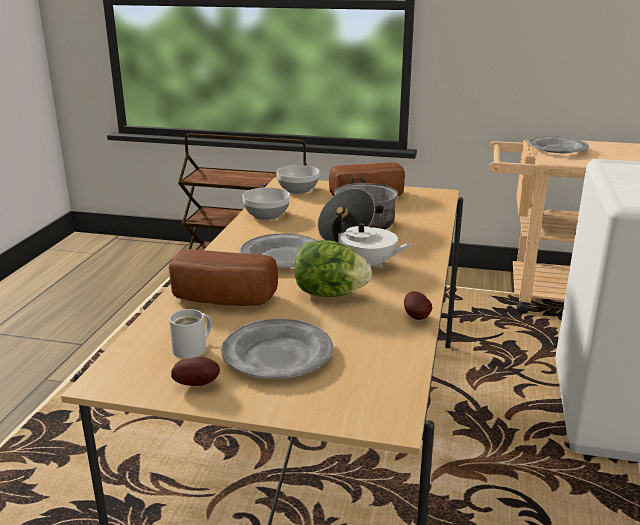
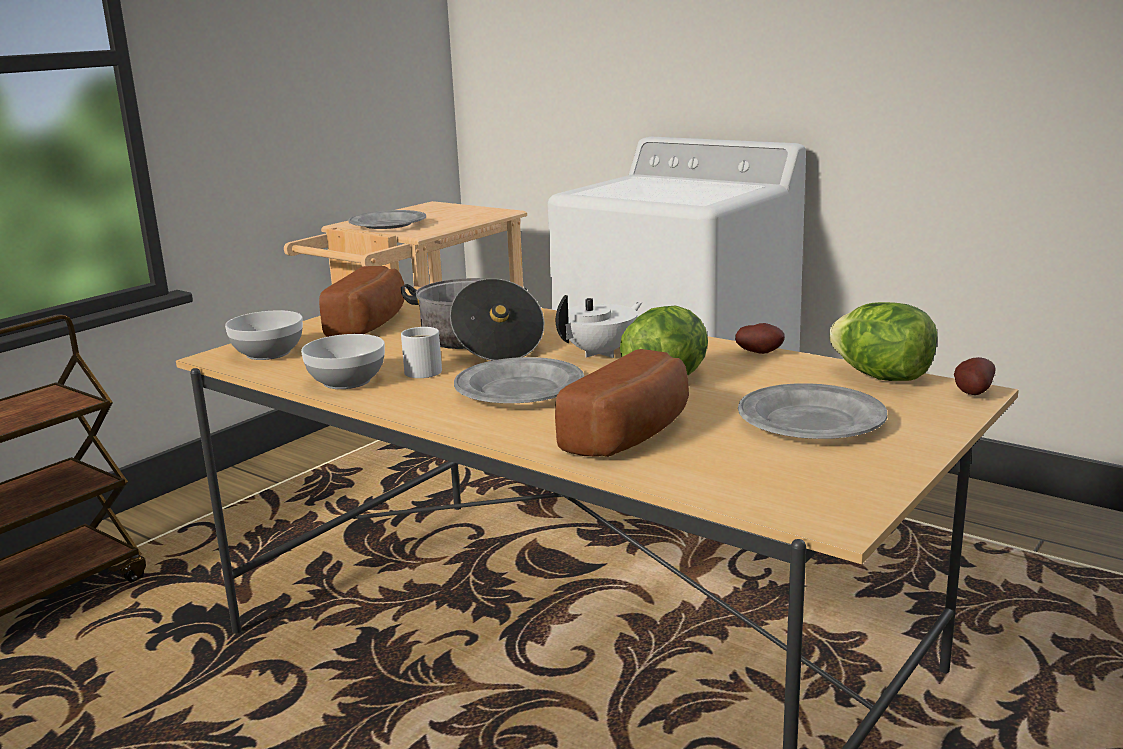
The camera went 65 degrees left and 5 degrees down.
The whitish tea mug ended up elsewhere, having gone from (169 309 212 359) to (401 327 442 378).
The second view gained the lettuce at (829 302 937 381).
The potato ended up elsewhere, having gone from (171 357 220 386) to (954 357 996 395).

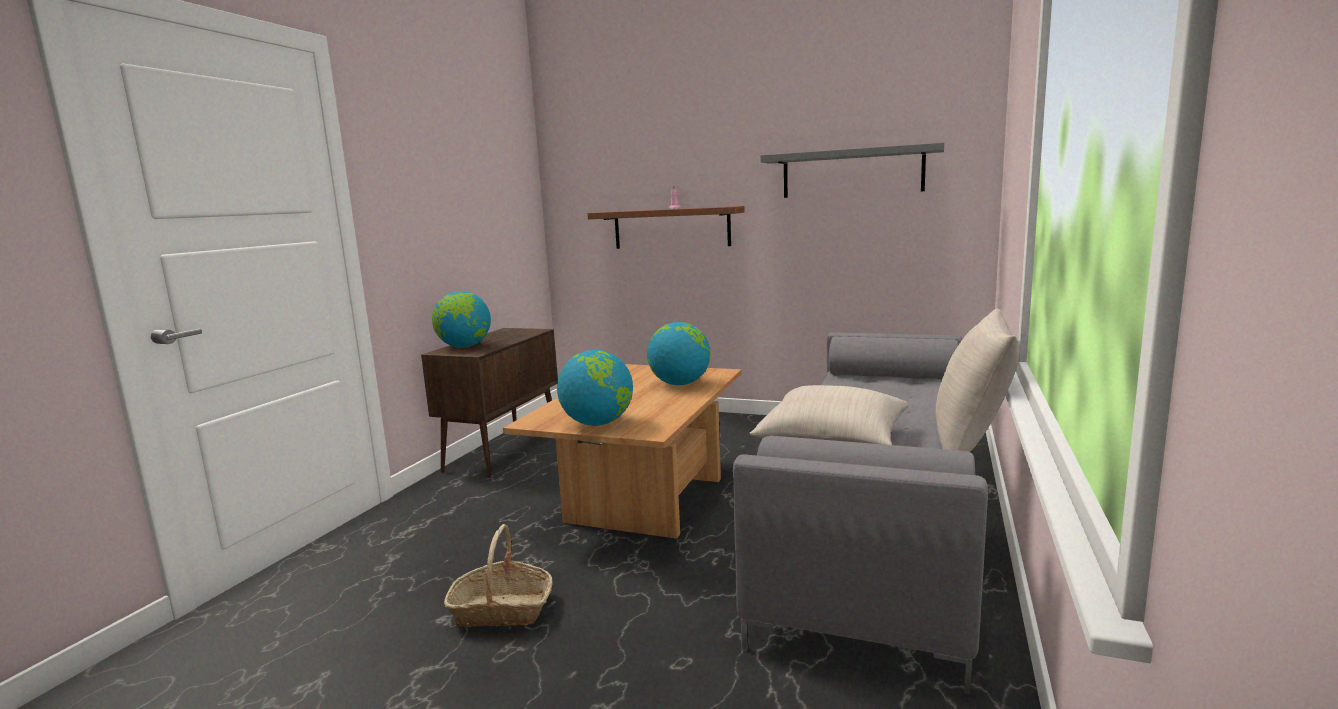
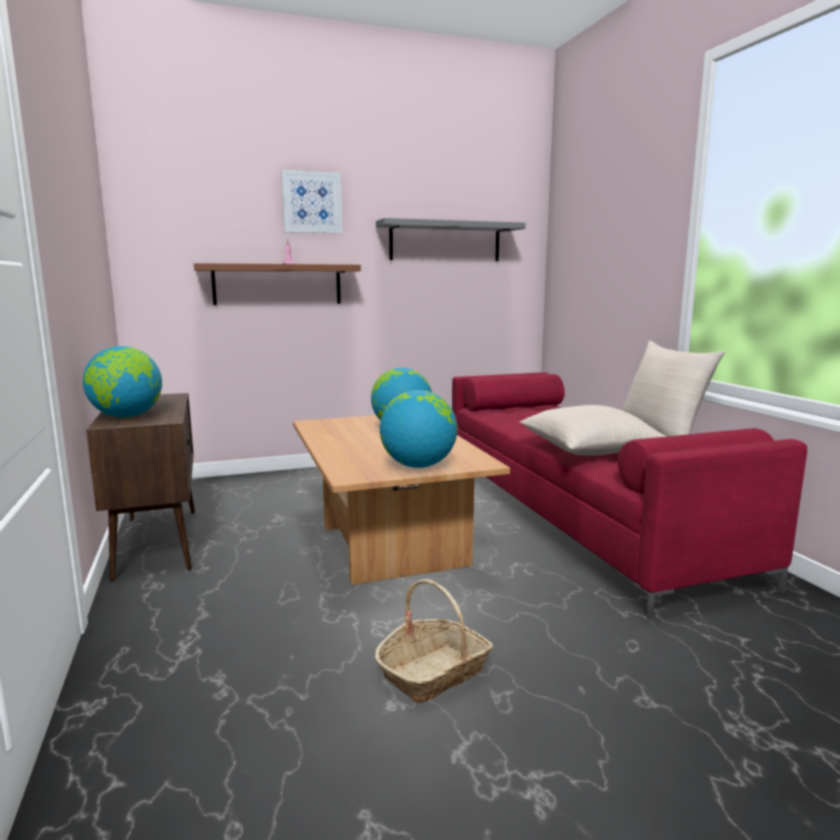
The camera went 40 degrees left and 0 degrees up.
The second view gained the wall picture at (281 170 342 234).
What was the grey couch at (733 332 988 695) turned into the red-coloured couch at (452 372 807 621).

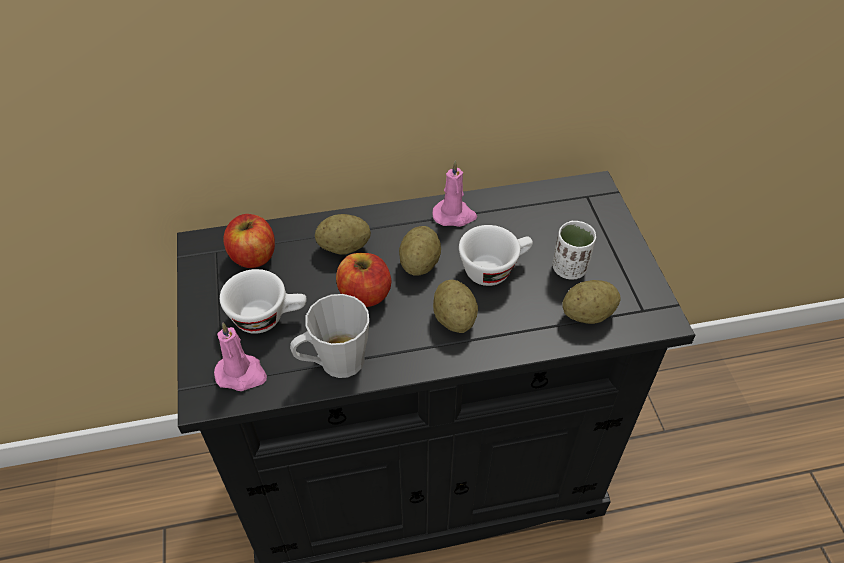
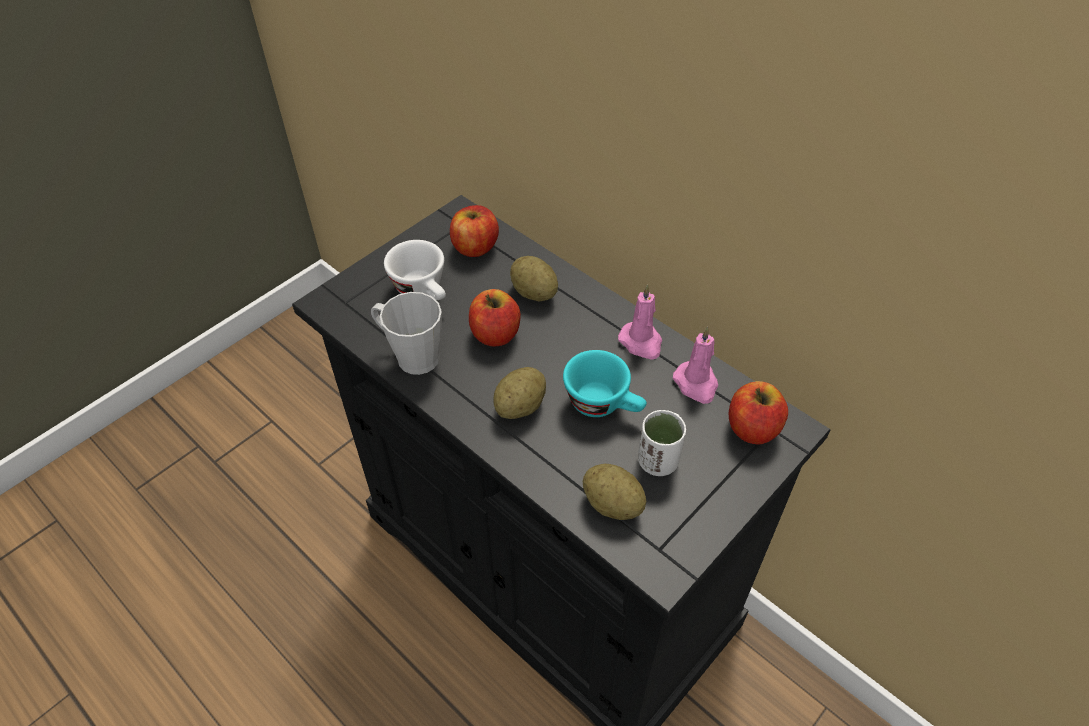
The camera went 55 degrees right and 0 degrees up.
What was the whitish drinking cup at (459 225 533 286) turned into the turquoise-coloured drinking cup at (563 350 647 417).
The pinkish wax light ended up elsewhere, having gone from (214 323 267 391) to (673 326 718 404).
The second view gained the apple fruit at (729 381 788 444).
The second view lost the potato at (399 226 441 276).

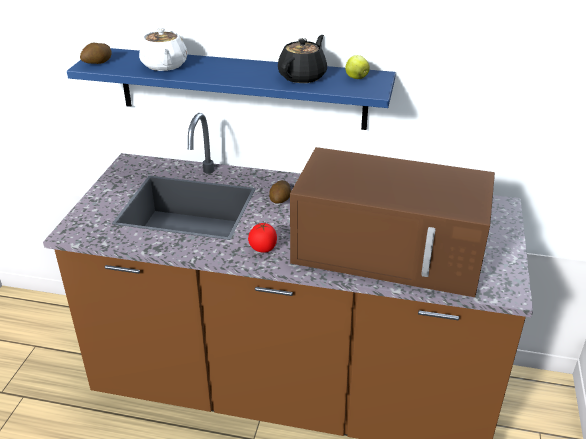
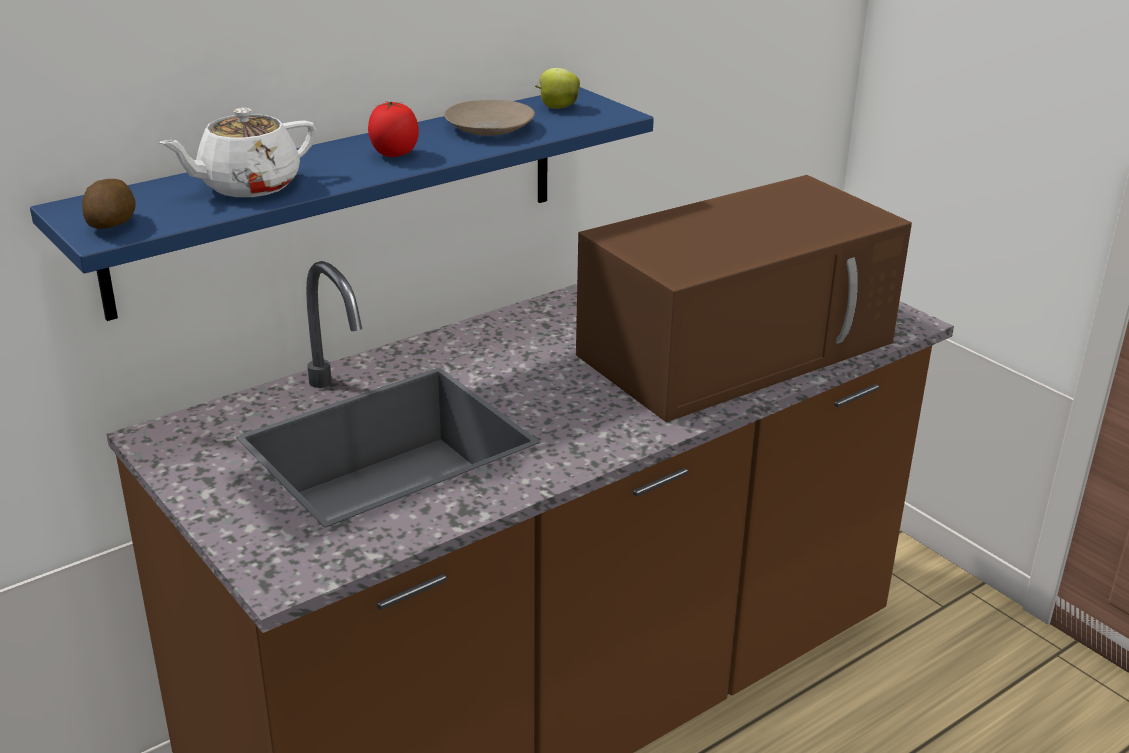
The camera went 50 degrees left and 5 degrees down.
The whitish teapot at (139 28 187 71) ended up facing another way, 120 degrees clockwise from before.
The whole tomato ended up elsewhere, having gone from (248 223 277 253) to (368 101 419 157).
Where the black-coloured teapot stood at (278 35 327 83), the sand-coloured flat dish came to stand at (444 100 535 136).
The second view lost the potato at (269 180 291 204).

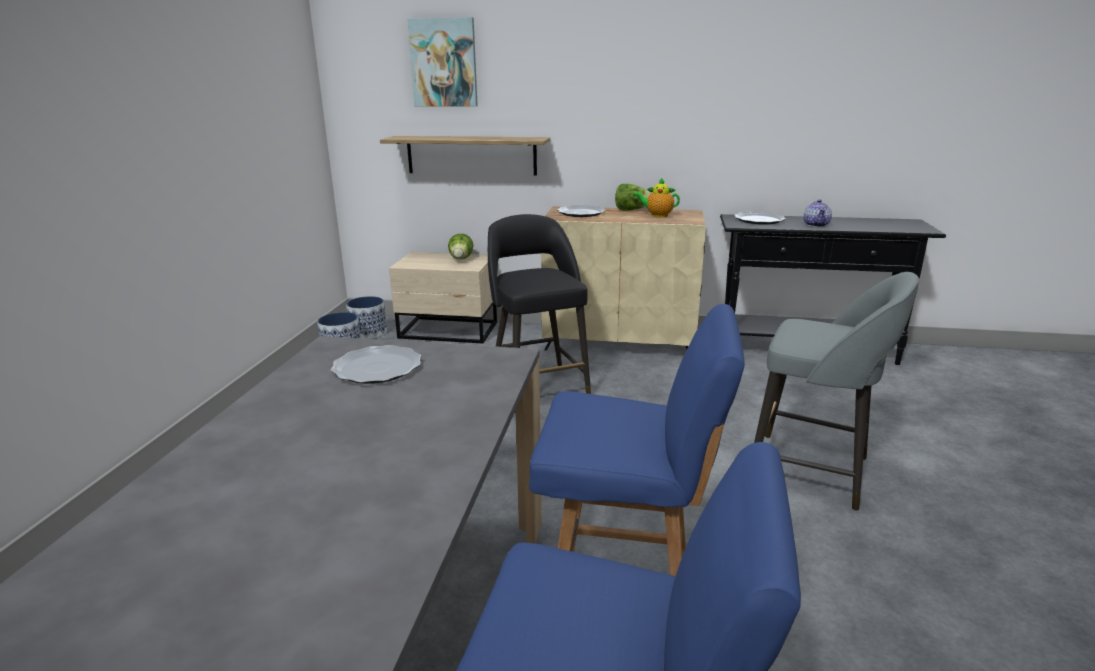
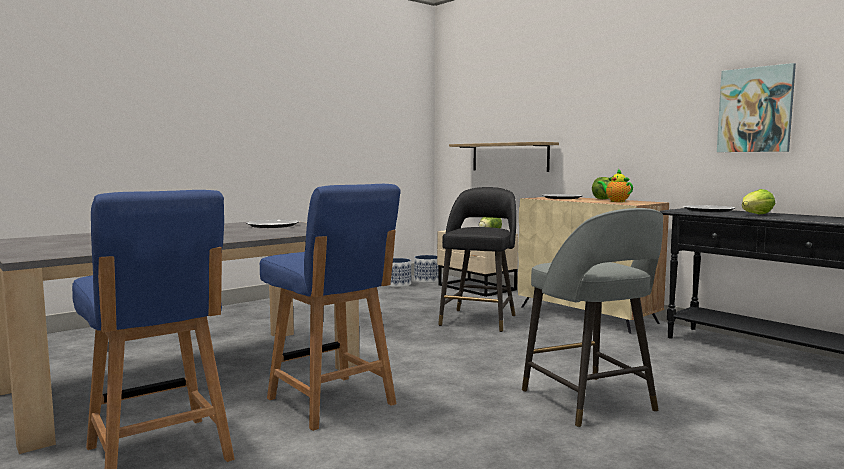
The camera went 40 degrees right and 15 degrees down.
The wall picture ended up elsewhere, having gone from (407 17 478 106) to (717 63 796 152).
Where the teapot stood at (803 199 832 227), the lettuce came to stand at (742 189 775 214).

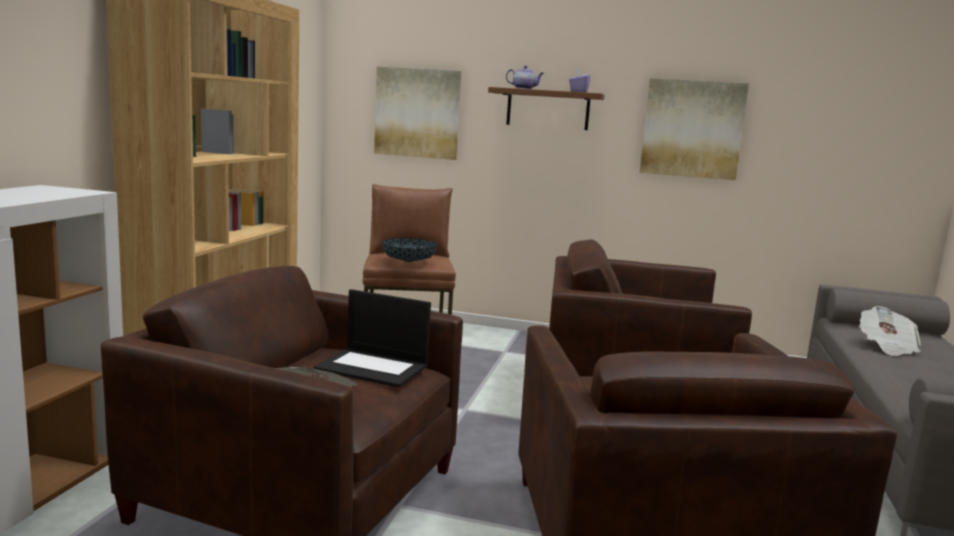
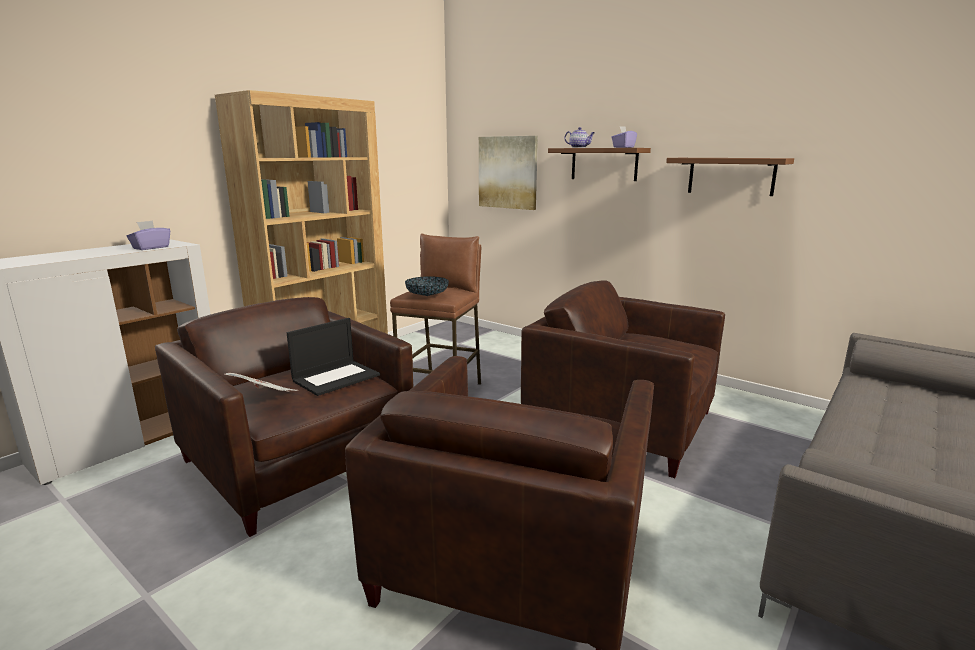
The camera went 25 degrees right and 5 degrees up.
The second view gained the purplish box of tissues at (126 220 170 250).
The portable computer at (314 289 431 388) ended up facing another way, 90 degrees counterclockwise from before.
Where the wall picture hung at (640 78 749 180), the brown shelf came to hang at (666 158 794 196).
The second view lost the daily paper at (859 306 921 356).

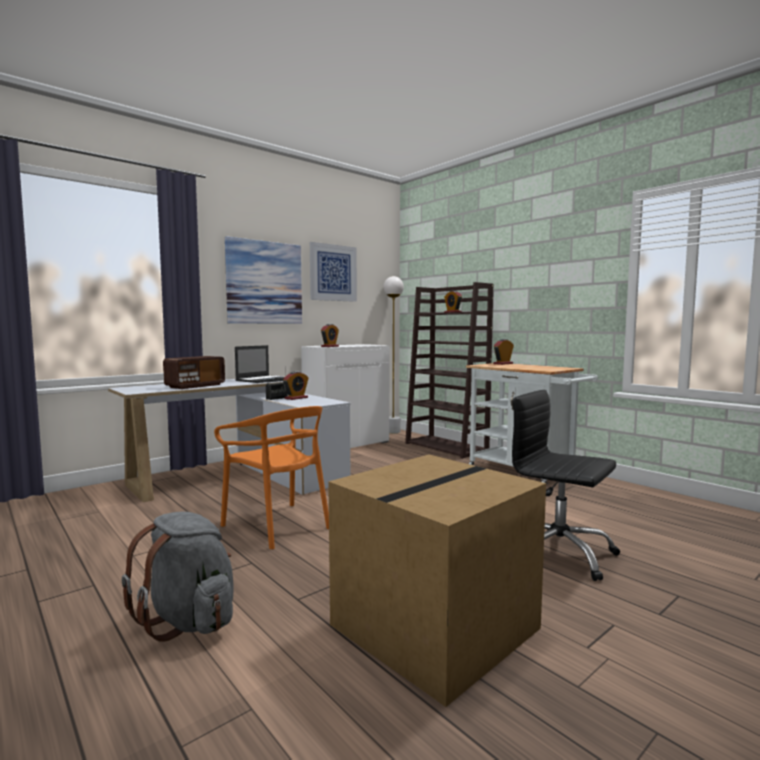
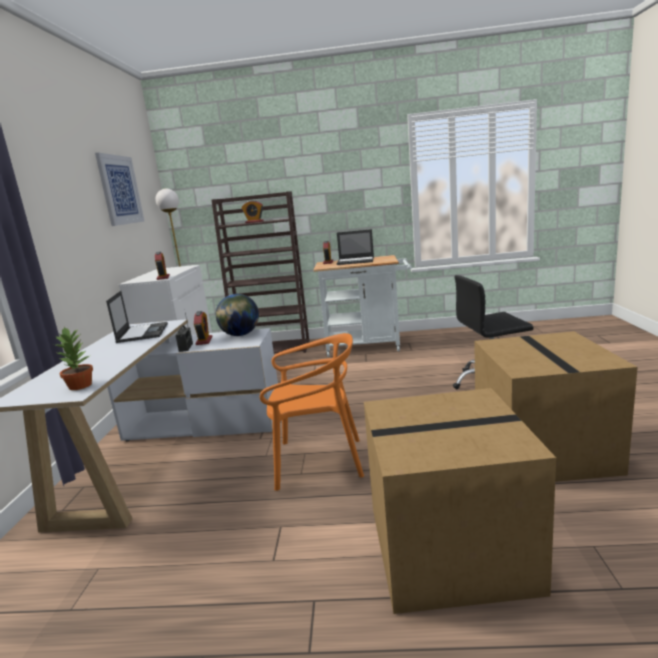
The camera went 45 degrees left and 10 degrees up.
The second view gained the potted plant at (56 327 93 390).
The second view gained the desk globe at (216 294 259 336).
The second view gained the portable computer at (337 229 374 265).
Where the grey knapsack stood at (122 512 233 642), the packing box came to stand at (364 388 556 614).
The second view lost the radio at (163 356 225 389).
The second view lost the wall picture at (225 236 302 324).

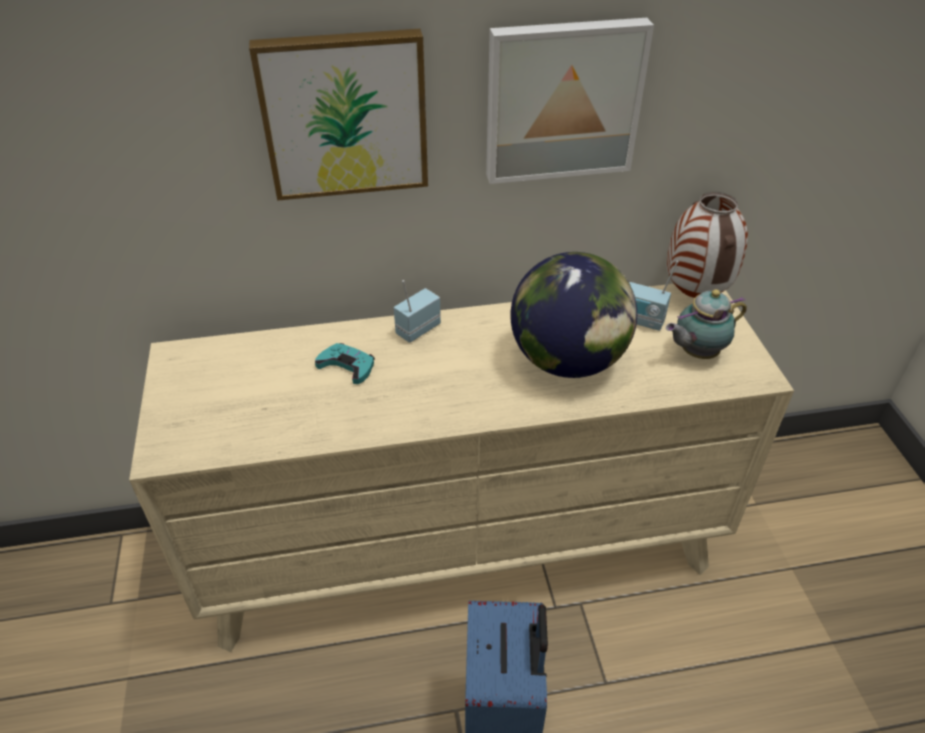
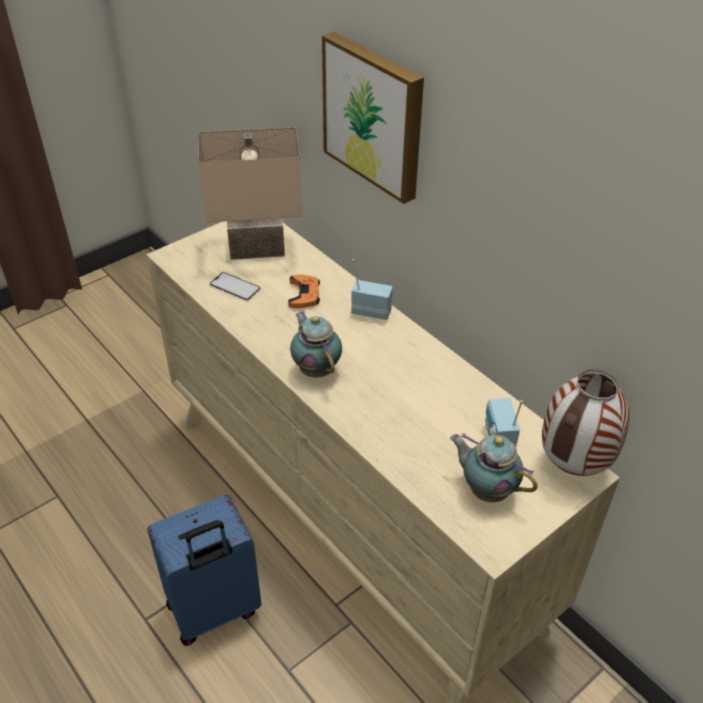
The camera went 60 degrees right and 0 degrees up.
The second view gained the sand-coloured lamp for a table at (198 127 302 260).
The second view gained the handset at (210 272 260 301).
What was the turquoise-coloured game controller at (315 343 375 384) turned into the orangey game controller at (288 275 320 308).
The second view gained the teapot at (290 311 342 378).
The second view lost the wall picture at (486 18 654 184).
The second view lost the desk globe at (511 252 637 378).

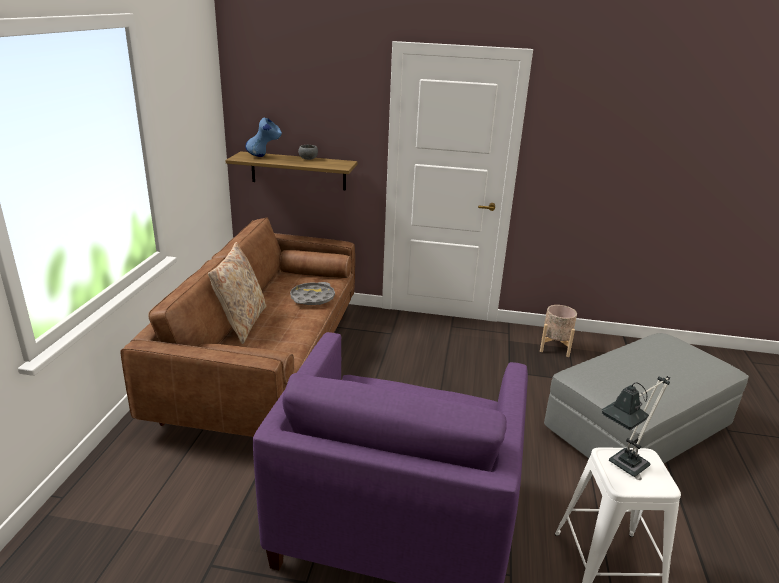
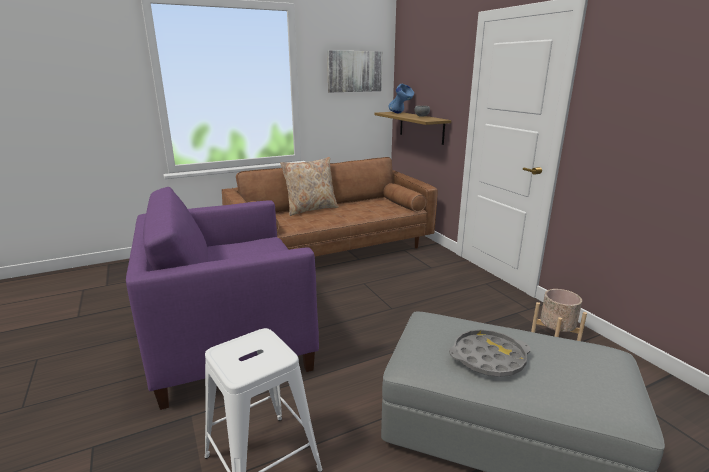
The camera went 55 degrees right and 5 degrees down.
The second view gained the wall picture at (327 50 382 92).
The grey carrying tray ended up elsewhere, having gone from (290 282 335 305) to (449 330 530 377).
The second view lost the lamp for a table at (602 376 670 477).

